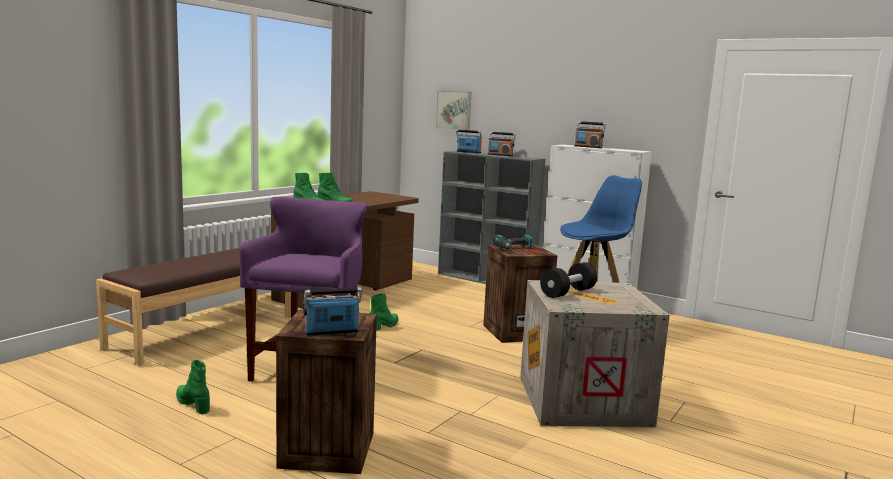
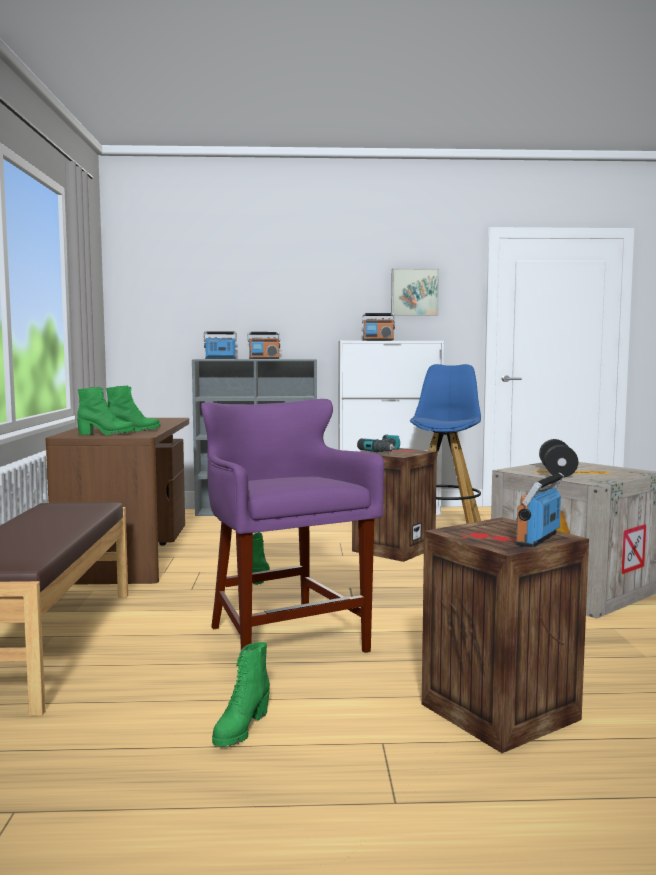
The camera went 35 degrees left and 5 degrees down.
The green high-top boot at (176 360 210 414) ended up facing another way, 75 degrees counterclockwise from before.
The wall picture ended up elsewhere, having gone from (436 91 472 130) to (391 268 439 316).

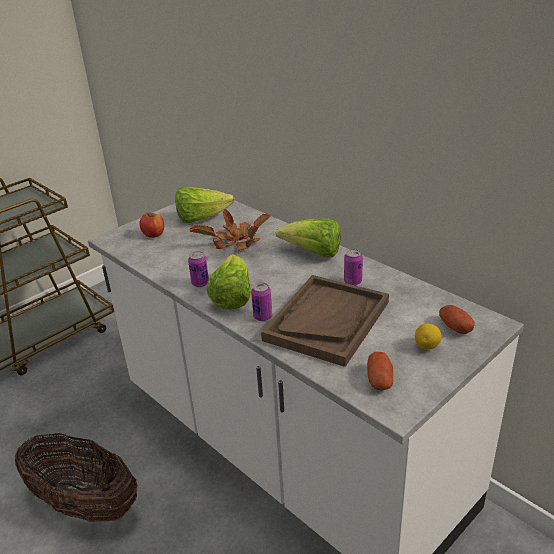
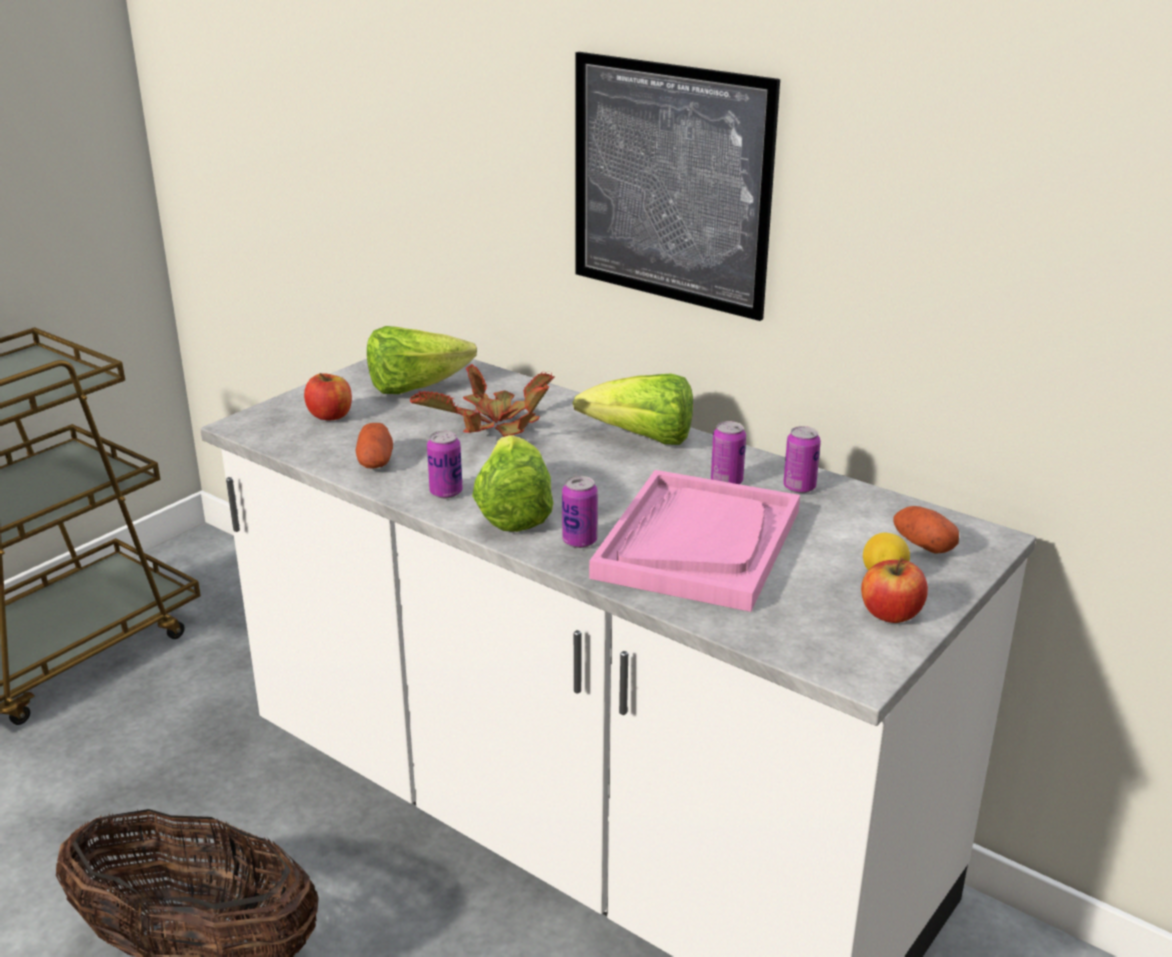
The camera went 10 degrees left and 5 degrees down.
The potato ended up elsewhere, having gone from (367 352 393 391) to (356 423 393 469).
The second view gained the wall picture at (575 52 780 321).
What was the brown carrying tray at (261 275 389 367) turned into the pinkish carrying tray at (589 470 800 612).
The second view gained the can at (783 426 821 493).
The second view gained the apple fruit at (861 558 928 623).

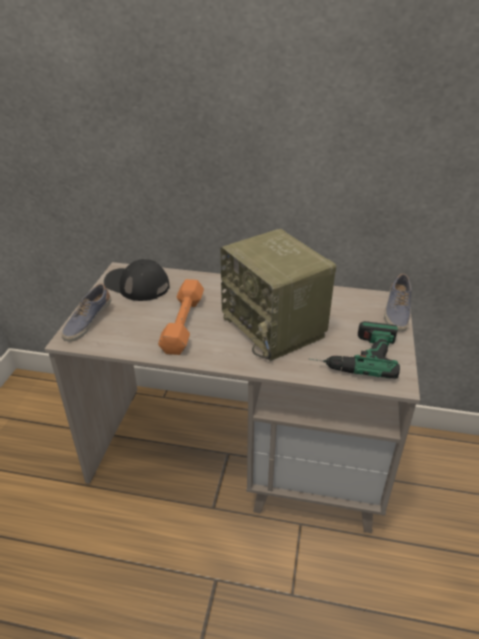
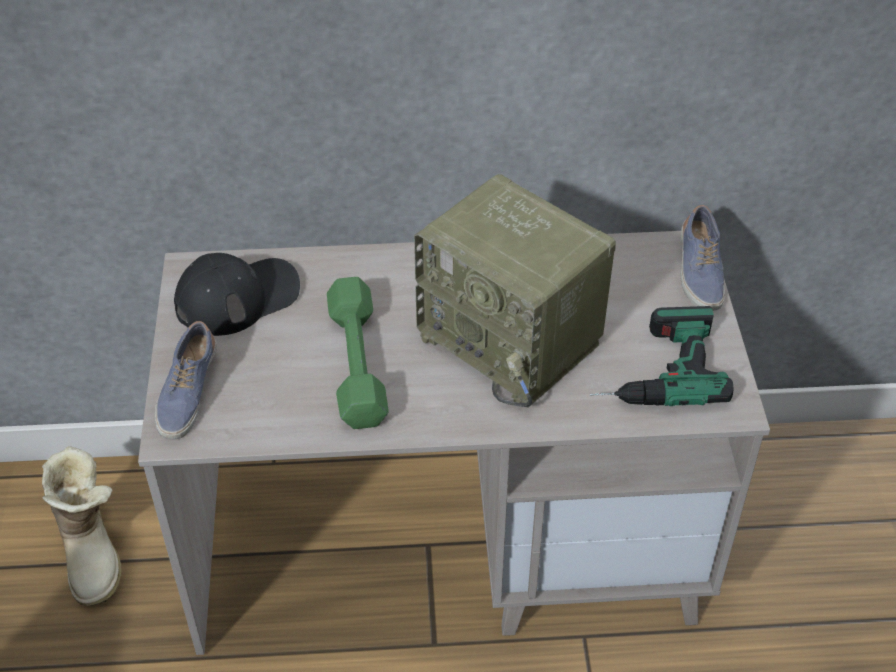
The camera went 15 degrees left and 10 degrees up.
The second view gained the high-top boot at (42 446 121 606).
The black-coloured peaked cap at (104 259 169 301) ended up facing another way, 135 degrees clockwise from before.
What was the orangey free weight at (158 279 204 355) turned into the green free weight at (327 277 389 429).

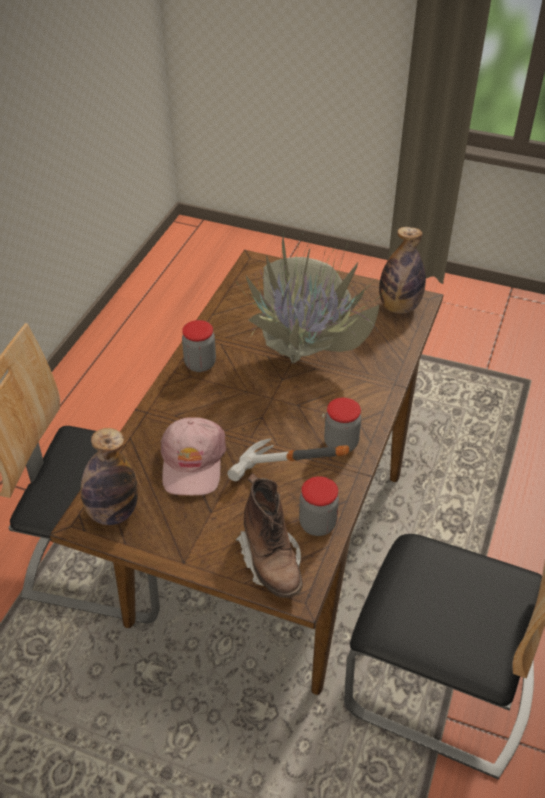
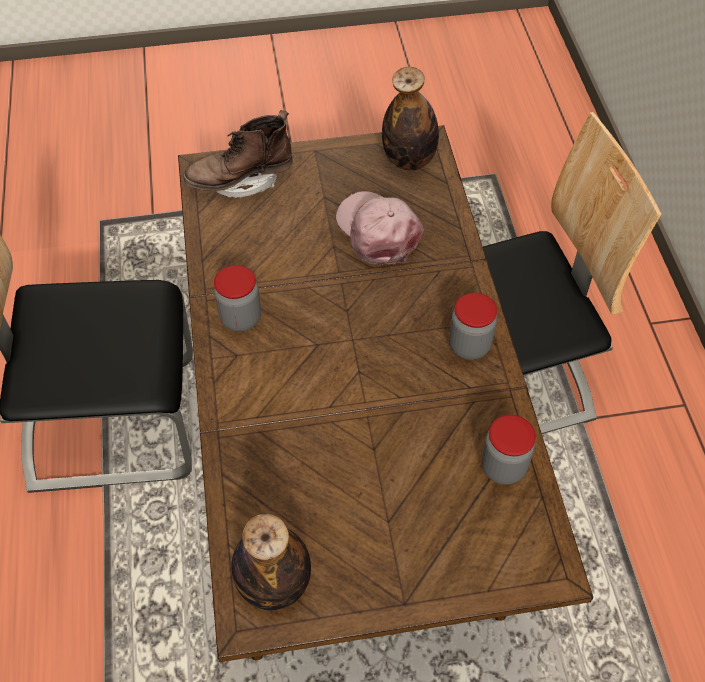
The camera went 150 degrees right and 10 degrees up.
The brown high-top boot at (236 474 303 598) ended up facing another way, 60 degrees counterclockwise from before.
The storage jar ended up elsewhere, having gone from (299 476 339 536) to (481 415 536 485).
The second view lost the hammer at (227 438 349 482).
The second view lost the potted plant at (233 234 387 418).

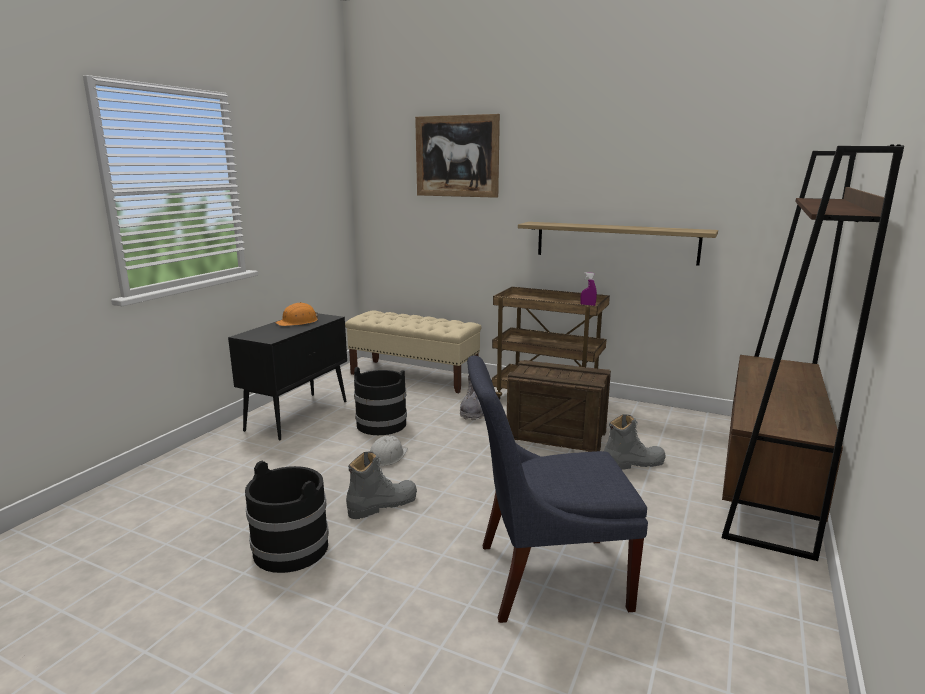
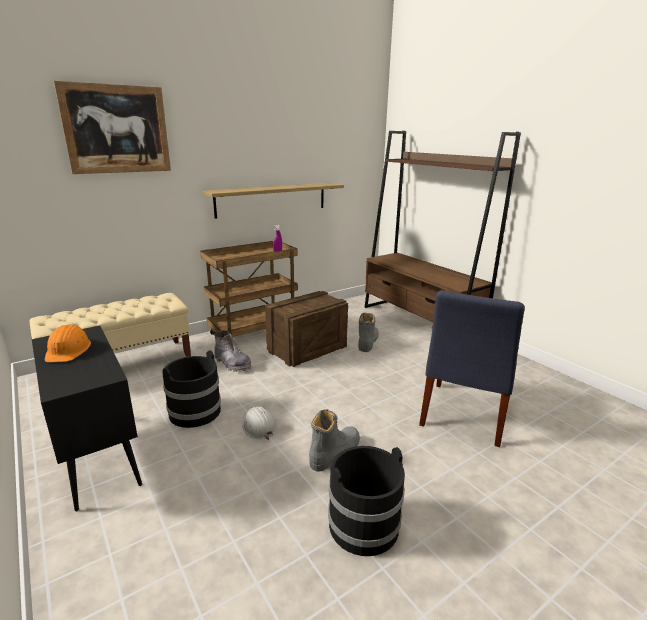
The camera went 60 degrees left and 5 degrees up.
The grey high-top boot at (346 452 417 519) ended up facing another way, 45 degrees clockwise from before.

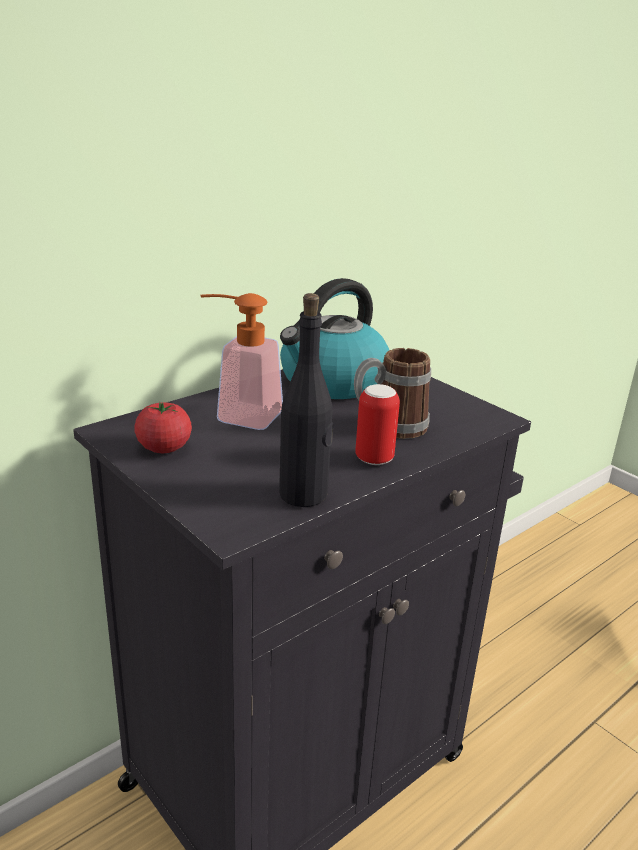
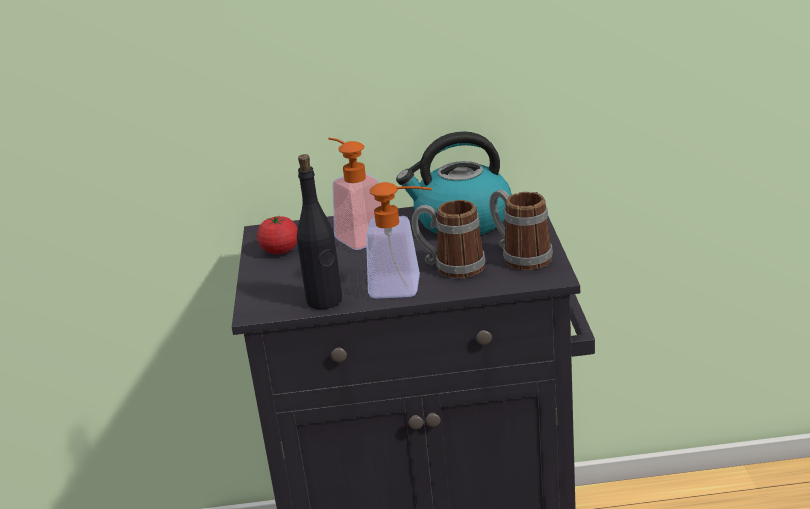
The camera went 40 degrees right and 0 degrees up.
Where the can stood at (355 384 400 465), the soap dispenser came to stand at (366 182 432 298).
The second view gained the tea mug at (489 190 553 270).

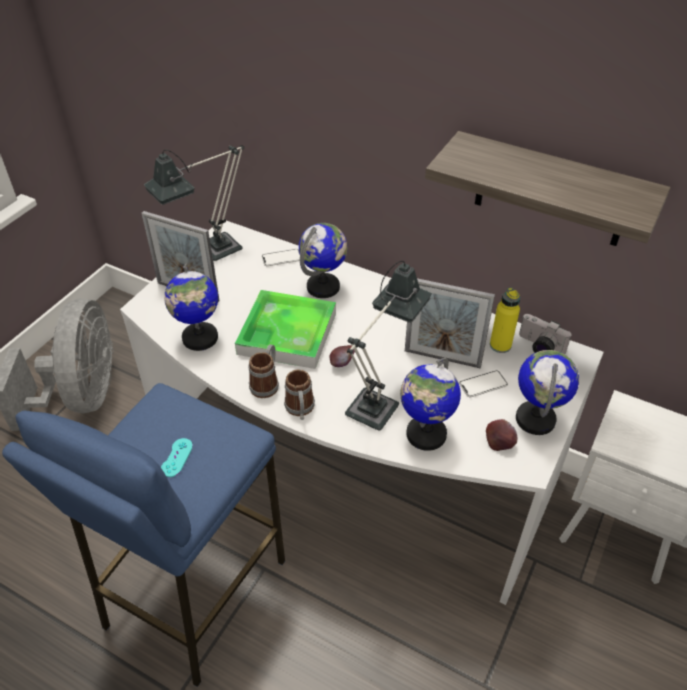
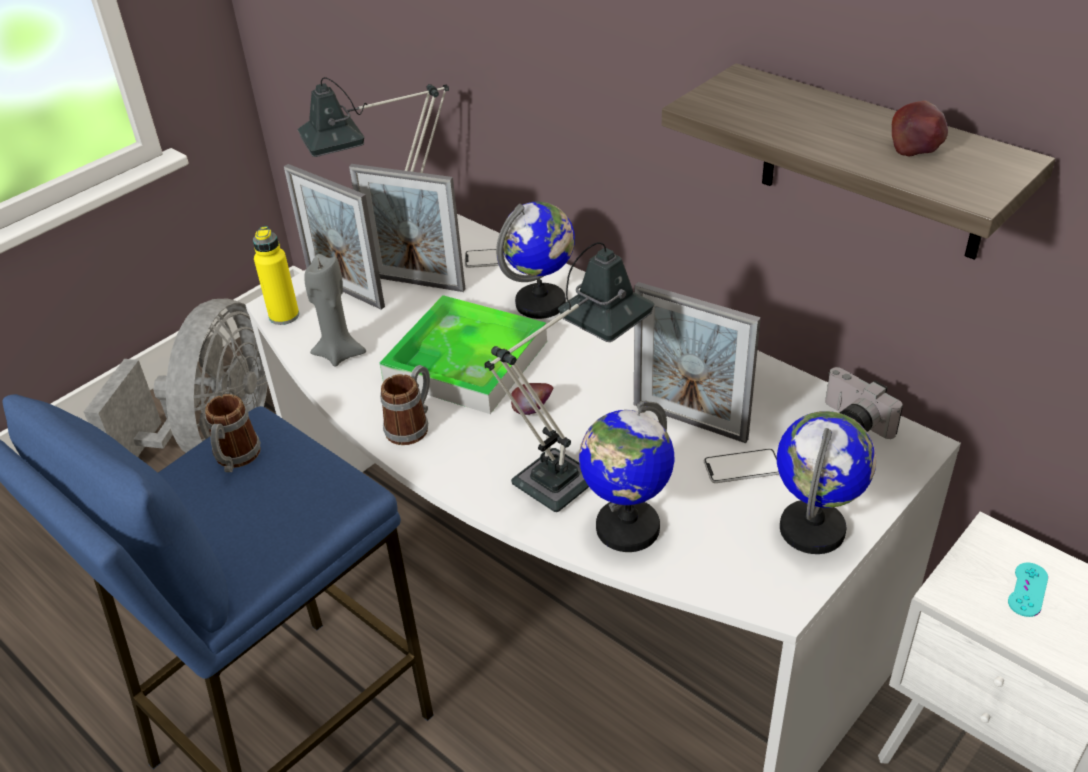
The camera went 15 degrees right and 5 degrees down.
The tea mug ended up elsewhere, having gone from (284 370 315 420) to (205 394 261 472).
The yellow-coloured beverage bottle ended up elsewhere, having gone from (490 288 520 353) to (253 227 299 325).
Where the desk globe stood at (164 263 218 351), the grey wax light came to stand at (304 254 366 367).
The second view gained the picture frame at (349 164 465 292).
The apple fruit ended up elsewhere, having gone from (486 419 518 451) to (892 100 948 156).
The turquoise-coloured game controller ended up elsewhere, having gone from (161 438 193 477) to (1008 562 1048 617).

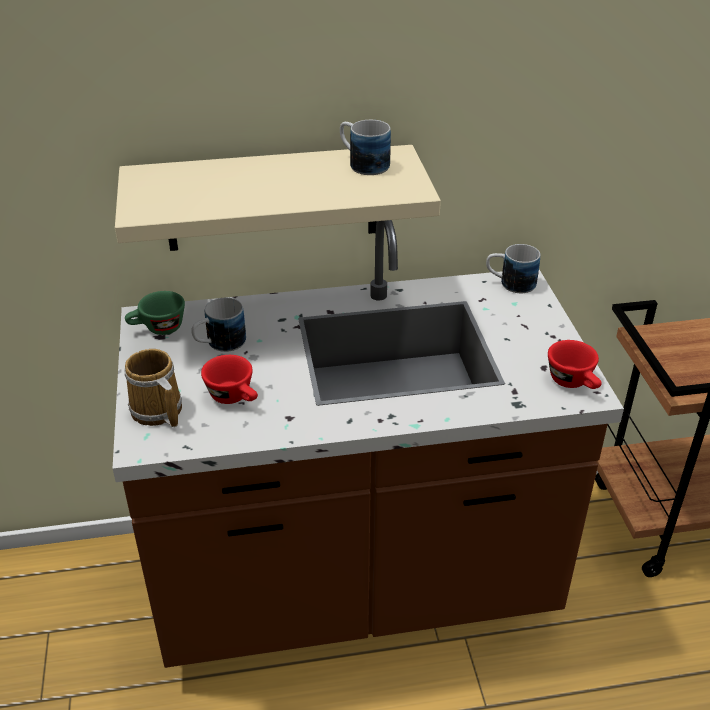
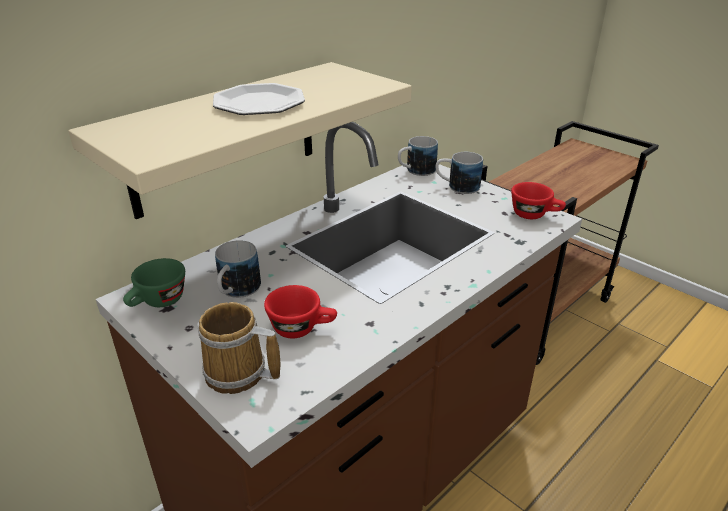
The camera went 35 degrees left and 5 degrees down.
The second view gained the flat dish at (213 83 305 115).
The tea mug ended up elsewhere, having gone from (340 120 391 175) to (436 152 483 194).

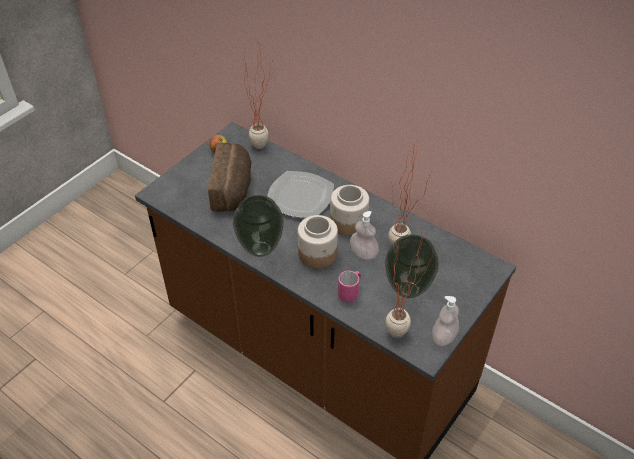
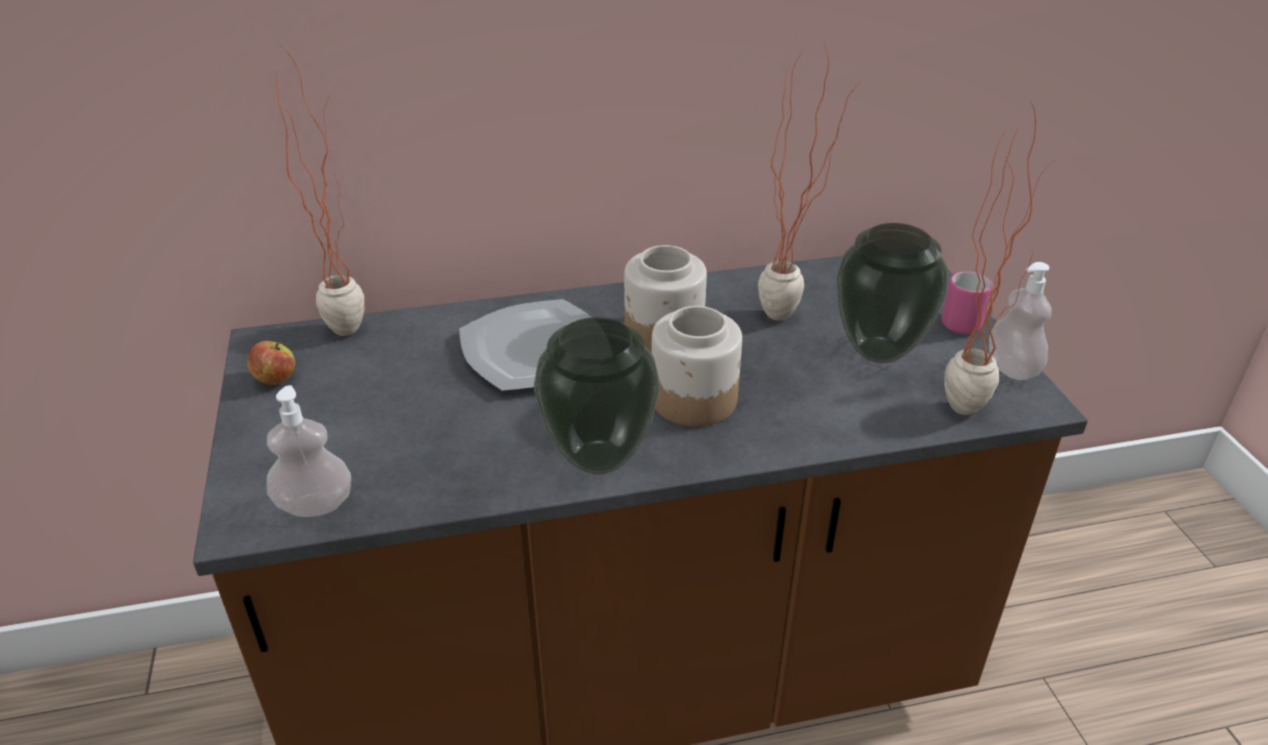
The camera went 50 degrees left and 10 degrees down.
The soap dispenser ended up elsewhere, having gone from (350 211 379 260) to (267 385 352 517).
The pinkish tea mug ended up elsewhere, having gone from (338 271 361 302) to (942 271 992 334).
The second view lost the bakery bread at (208 143 252 212).

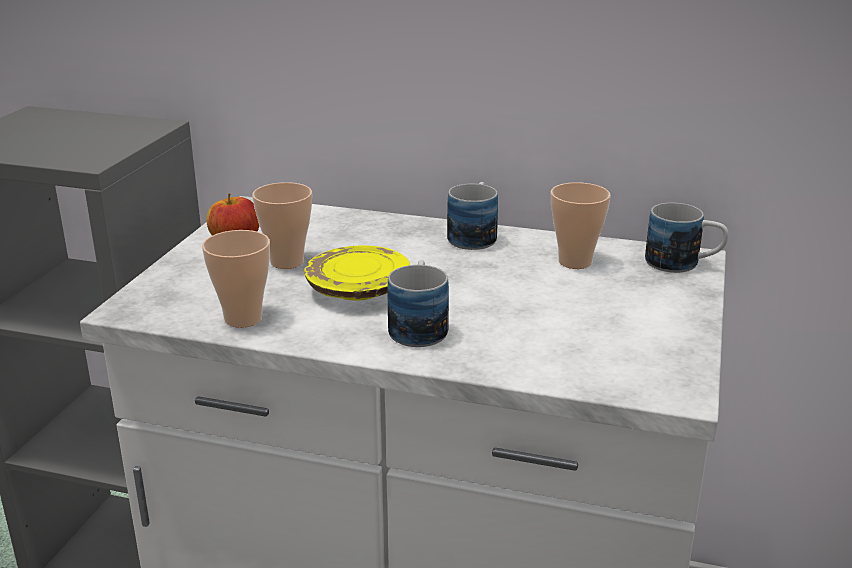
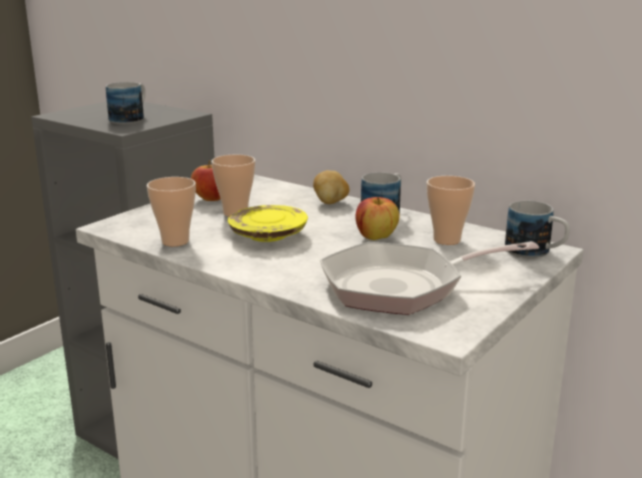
The camera went 20 degrees right and 5 degrees down.
The tea mug ended up elsewhere, having gone from (388 260 449 347) to (106 82 145 124).
The second view gained the potato at (313 170 349 204).
The second view gained the frying pan at (320 241 539 315).
The second view gained the apple fruit at (356 197 400 240).

